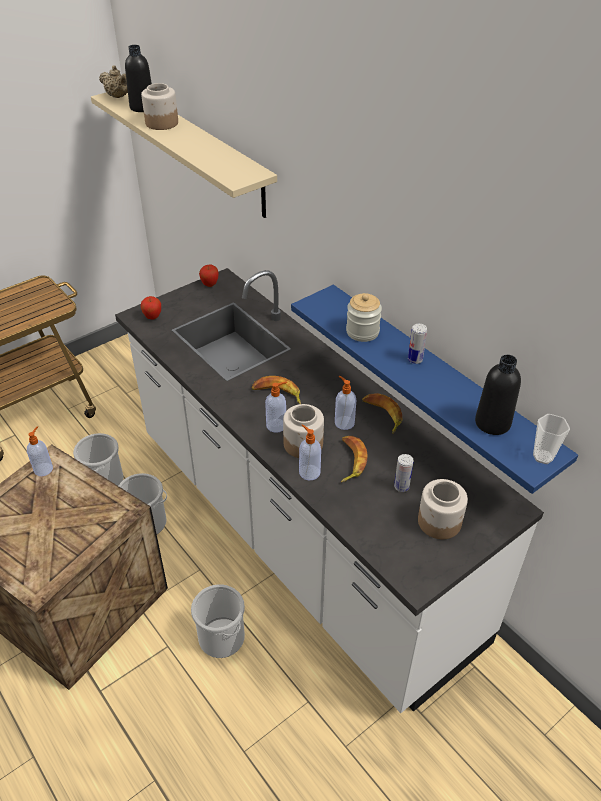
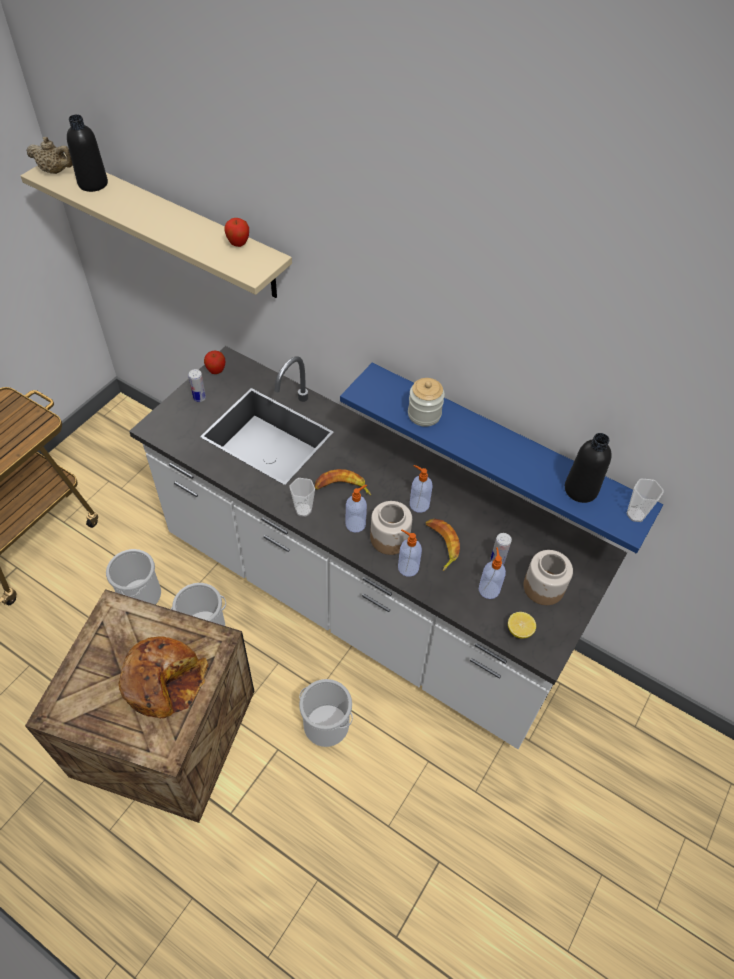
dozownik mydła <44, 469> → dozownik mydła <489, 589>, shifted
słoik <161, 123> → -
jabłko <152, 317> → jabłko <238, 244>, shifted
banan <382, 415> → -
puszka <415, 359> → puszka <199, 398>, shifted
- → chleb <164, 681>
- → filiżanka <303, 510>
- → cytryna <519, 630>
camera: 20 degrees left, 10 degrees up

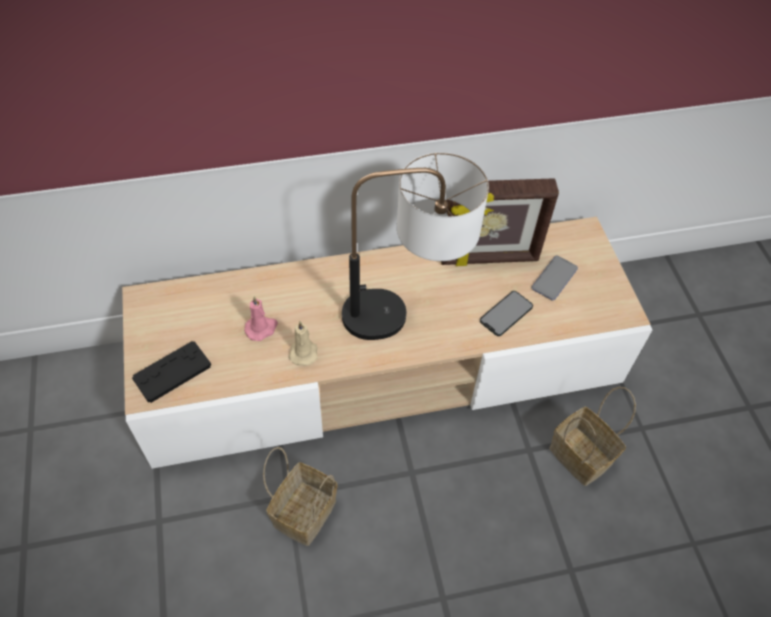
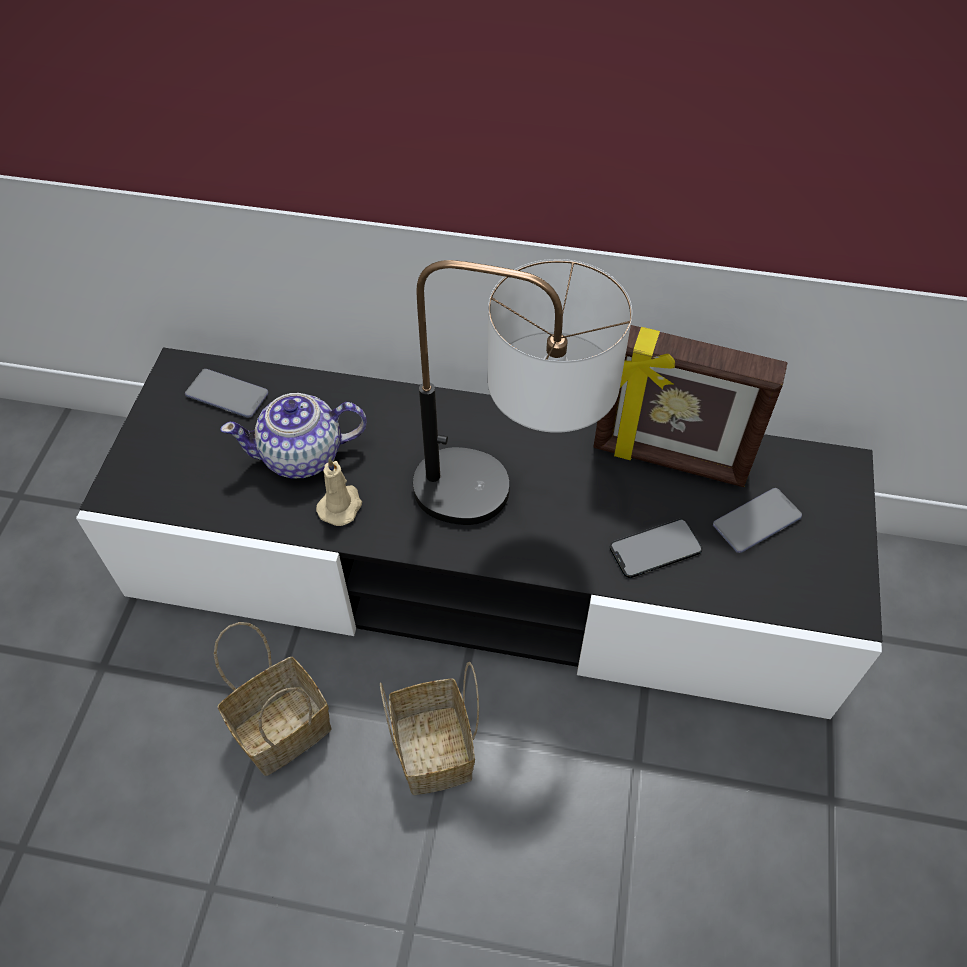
szafka pod telewizor [beżowy] <382, 366> → szafka pod telewizor [czarny] <483, 569>
pad do gier [czarny] <172, 372> → -
świeca [różowy] <261, 328> → imbryk <303, 456>
koszyk <582, 456> → koszyk <436, 752>, shifted
- → telefon <227, 394>
camera: 25 degrees right, 0 degrees up

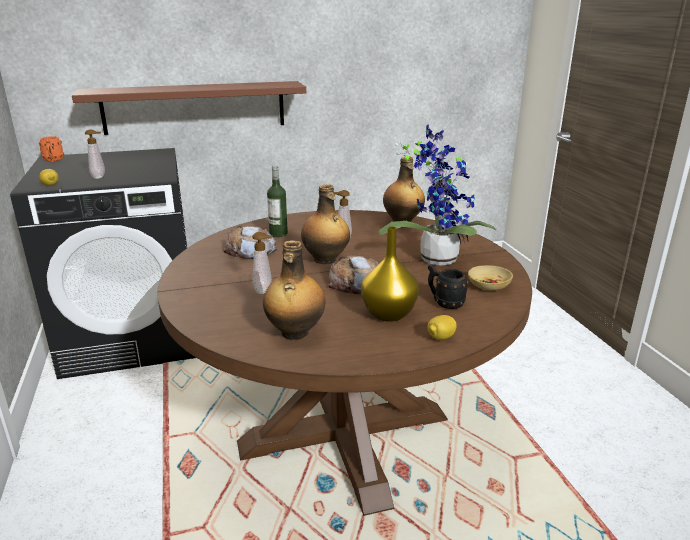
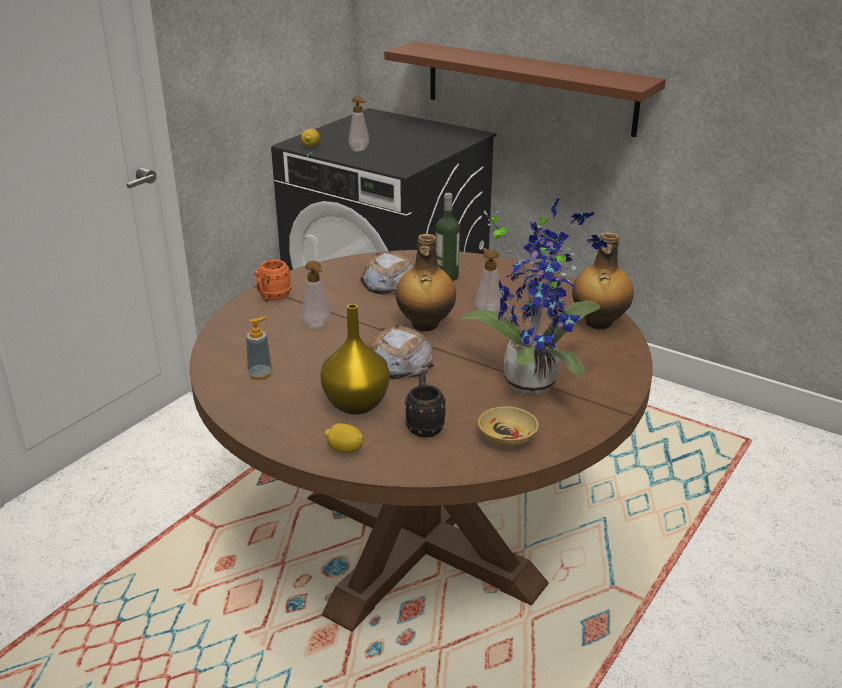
kubek [pomarańczowy] <53, 161> → kubek [pomarańczowy] <272, 298>, shifted
butelka <294, 333> → dozownik mydła <260, 374>
camera: 50 degrees right, 5 degrees up

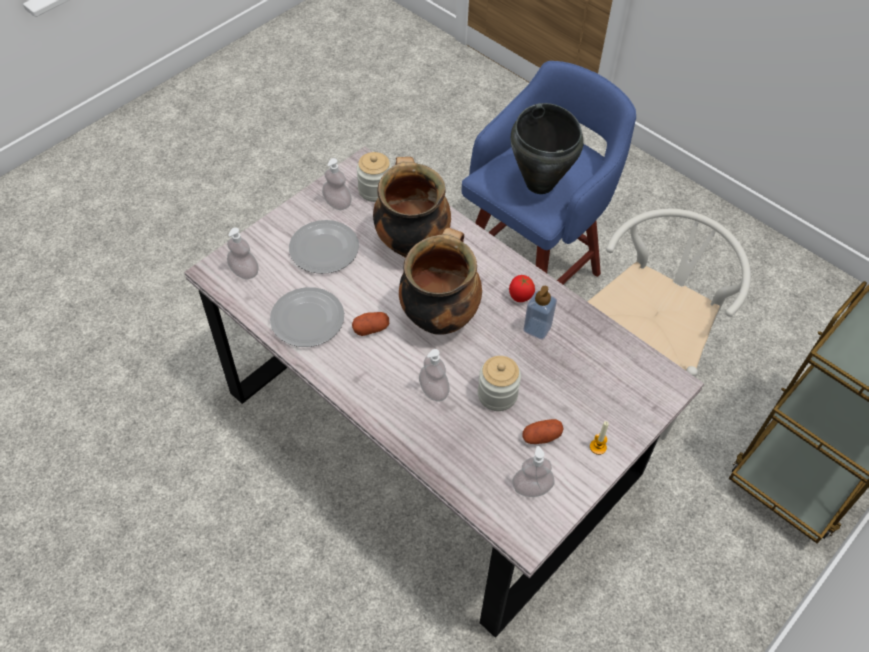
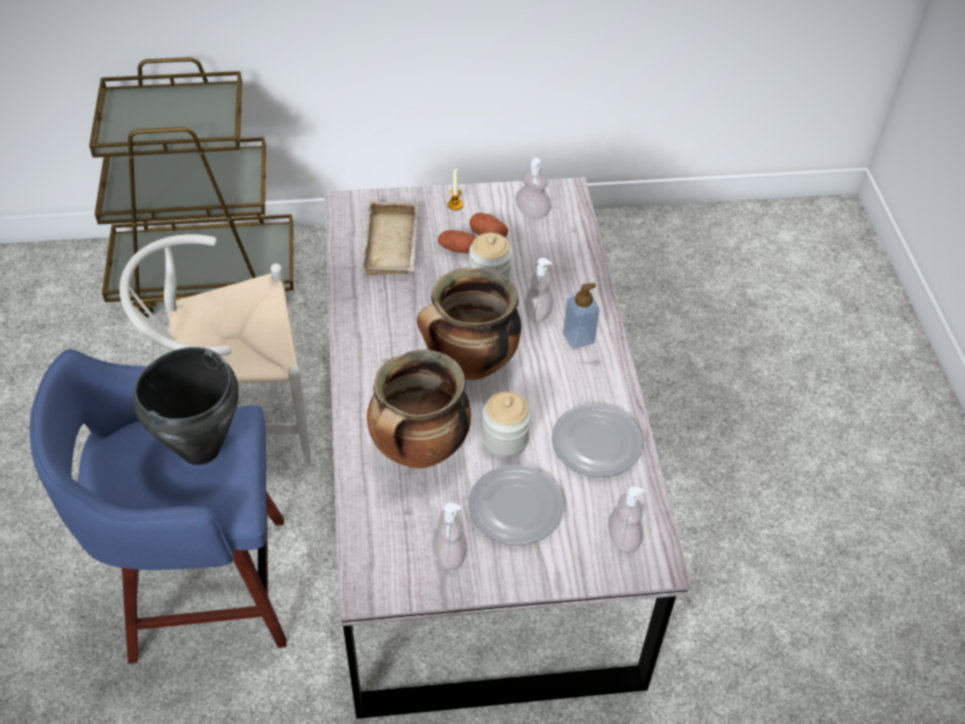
ziemniak <371, 328> → ziemniak <457, 249>, shifted
słoik <375, 190> → słoik <505, 439>, shifted
pomidor <520, 298> → -
dozownik mydła <537, 328> → dozownik mydła <578, 338>, shifted
- → taca [beżowy] <394, 245>
camera: 140 degrees left, 5 degrees down

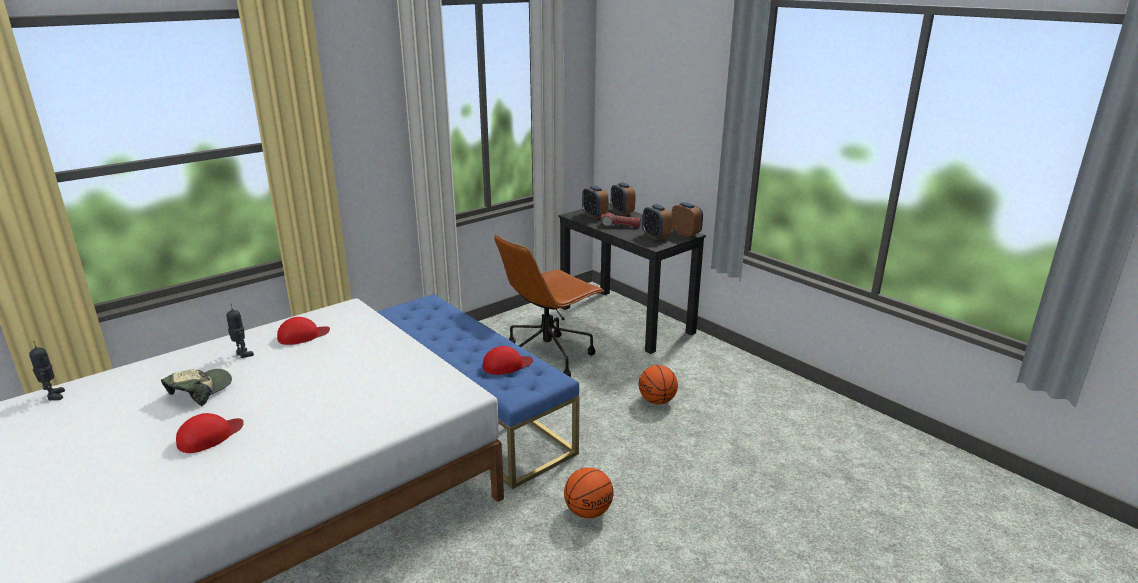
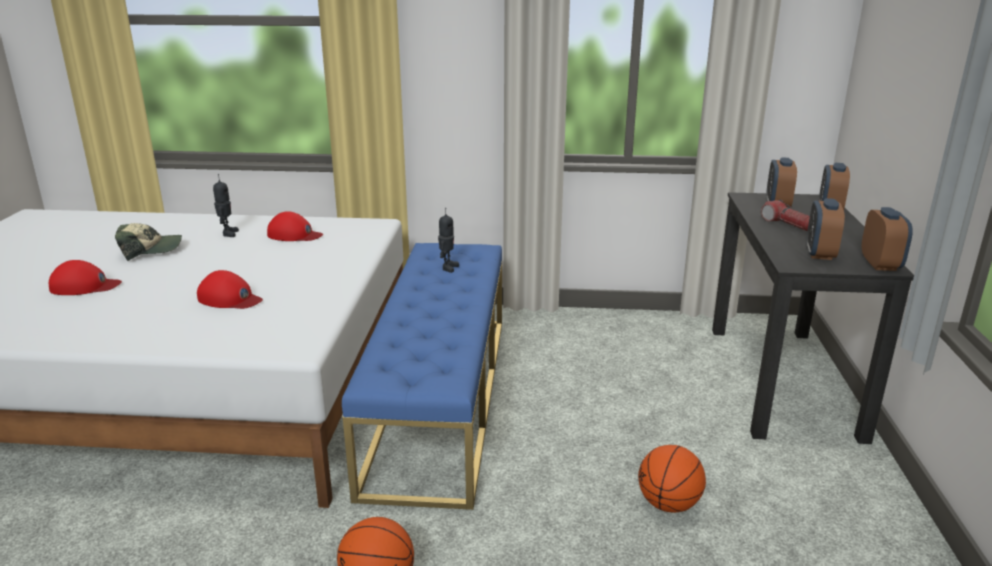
robot zabawkowy <53, 396> → robot zabawkowy <448, 268>, shifted
czapka z daszkiem [czerwony] <507, 365> → czapka z daszkiem [czerwony] <230, 299>, shifted
krzesło biurowe [brązowy] <548, 356> → -
camera: 45 degrees right, 0 degrees up

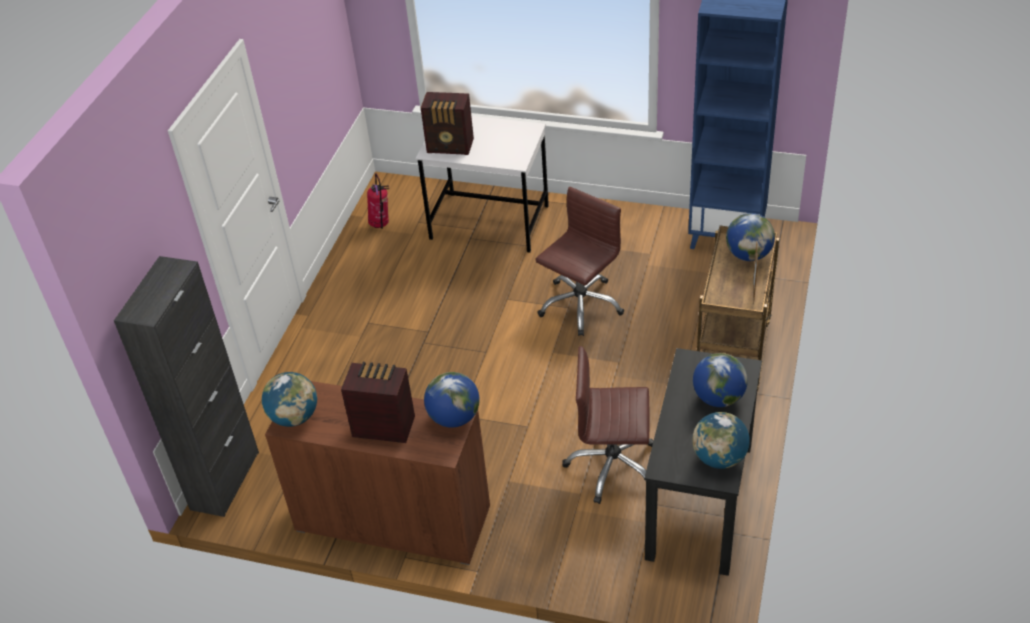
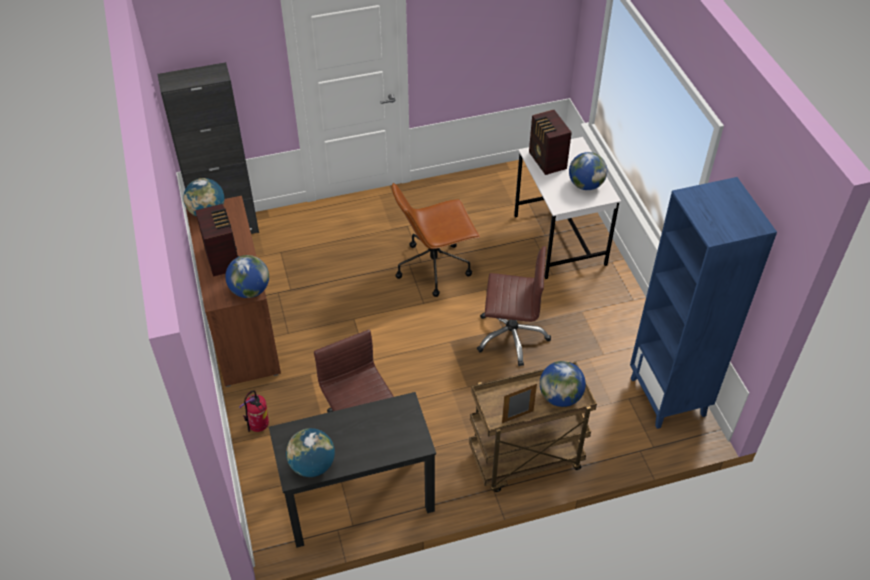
gaśnica <381, 225> → gaśnica <259, 427>, shifted
globus <718, 398> → globus <585, 185>, shifted
- → krzesło biurowe [brązowy] <434, 267>
camera: 55 degrees right, 5 degrees up

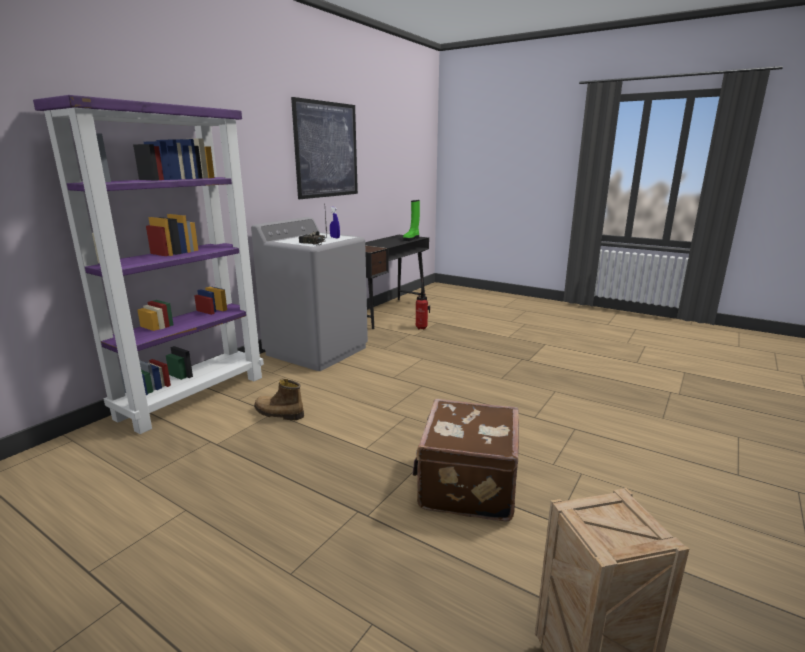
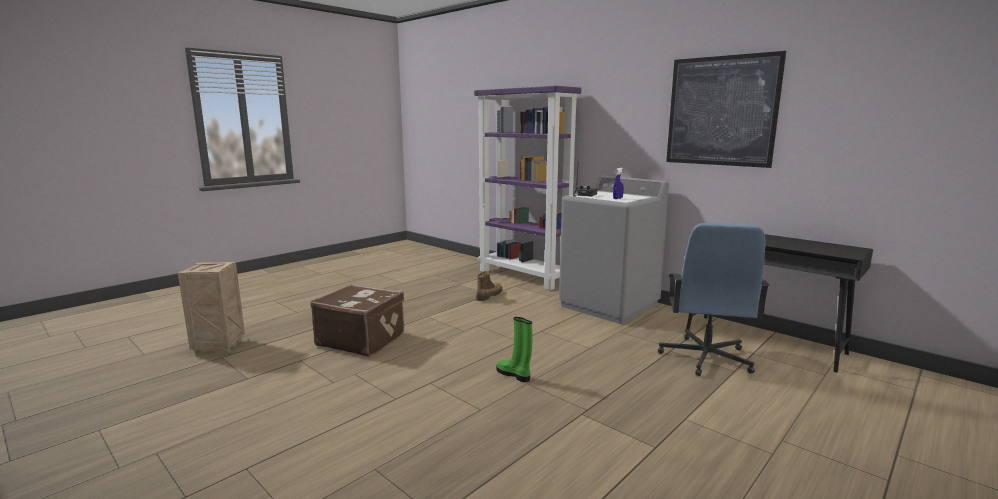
but z cholewką [zielony] <411, 239> → but z cholewką [zielony] <514, 375>, shifted
gaśnica <422, 327> → krzesło biurowe [niebieski] <705, 358>
camera: 100 degrees right, 5 degrees down

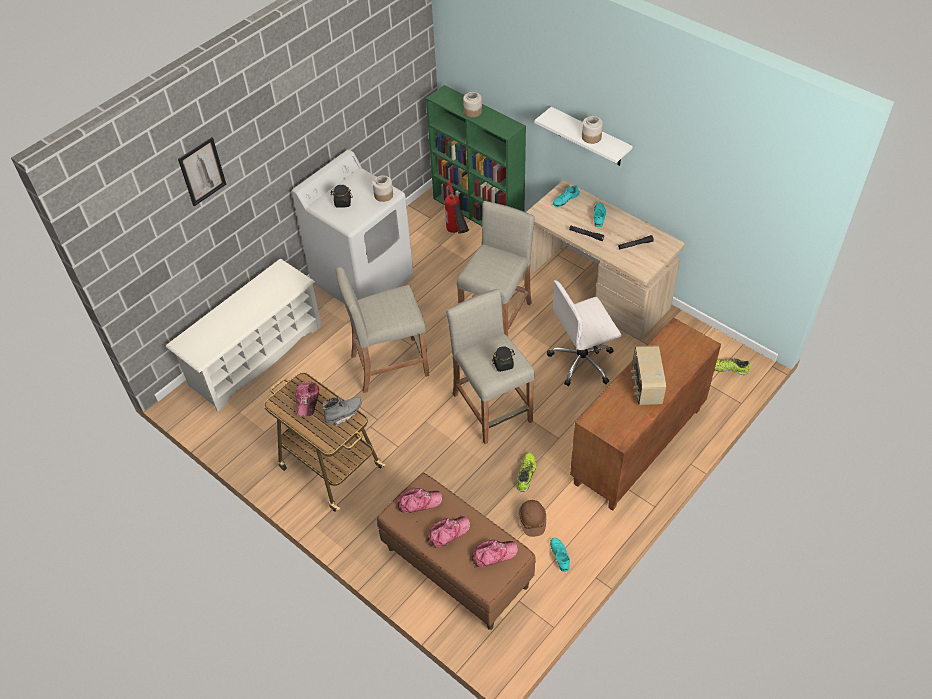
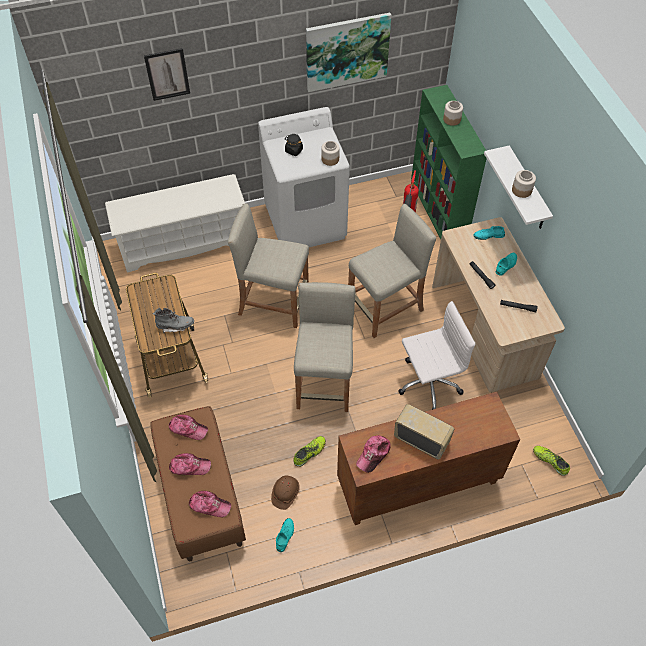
czapka z daszkiem <307, 401> → czapka z daszkiem <373, 454>, shifted
słoik [czarny] <503, 364> → -
krzesło biurowe [biały] <582, 361> → krzesło biurowe [biały] <428, 384>, 150 degrees clockwise
radio <645, 387> → radio <421, 439>, 90 degrees clockwise
- → obraz <347, 51>
camera: 30 degrees right, 5 degrees up

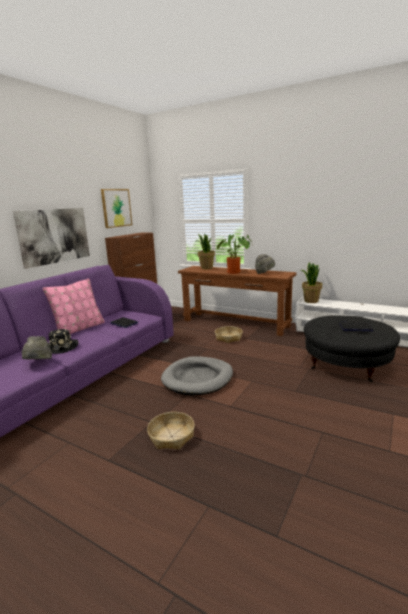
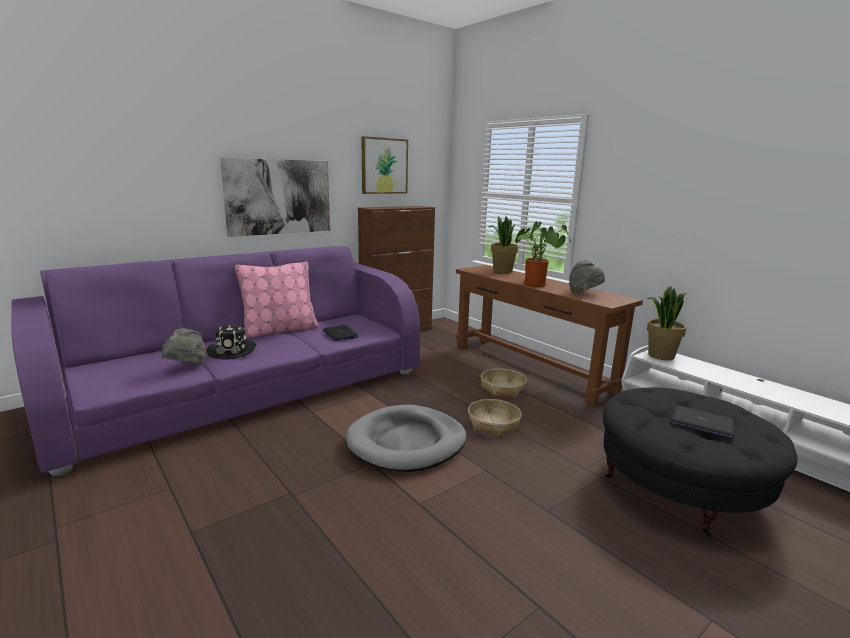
koszyk <171, 436> → koszyk <493, 423>, shifted
camera: 20 degrees right, 0 degrees up

